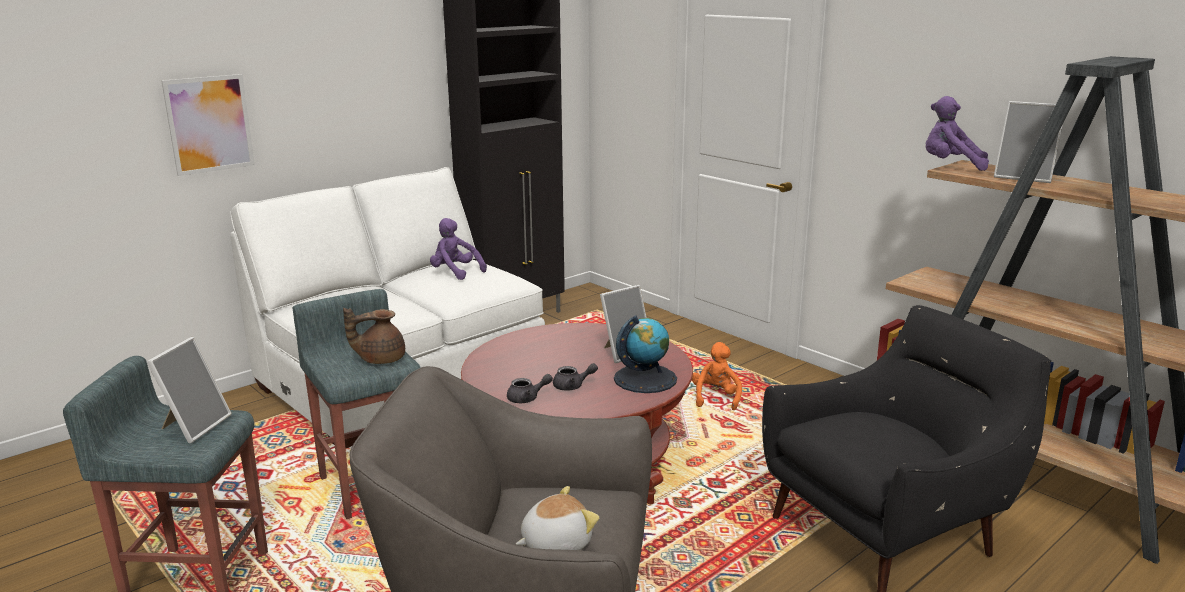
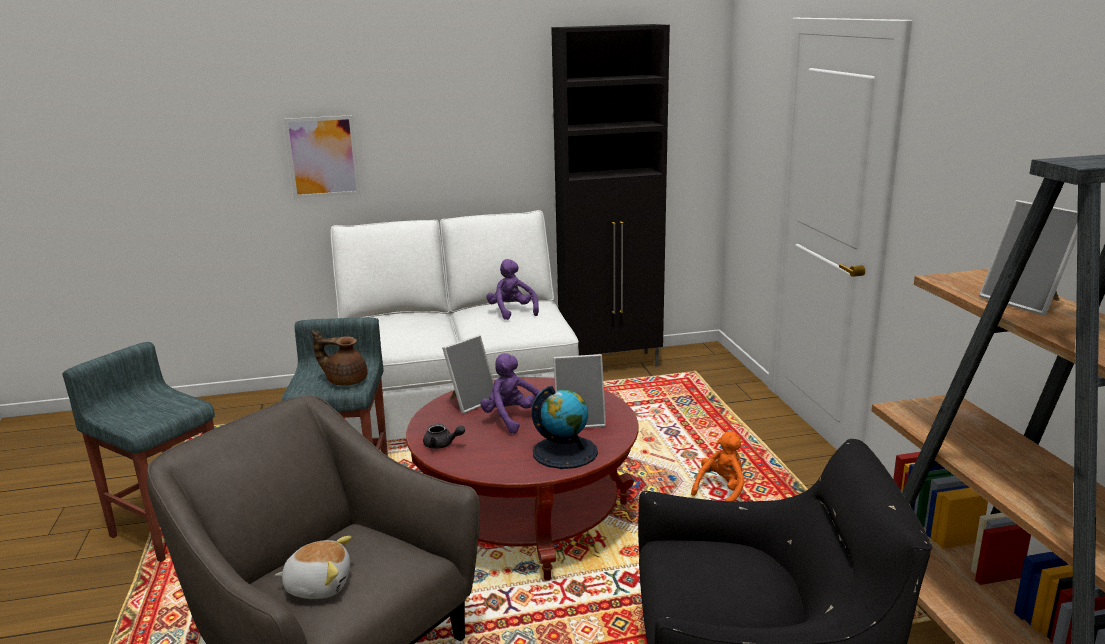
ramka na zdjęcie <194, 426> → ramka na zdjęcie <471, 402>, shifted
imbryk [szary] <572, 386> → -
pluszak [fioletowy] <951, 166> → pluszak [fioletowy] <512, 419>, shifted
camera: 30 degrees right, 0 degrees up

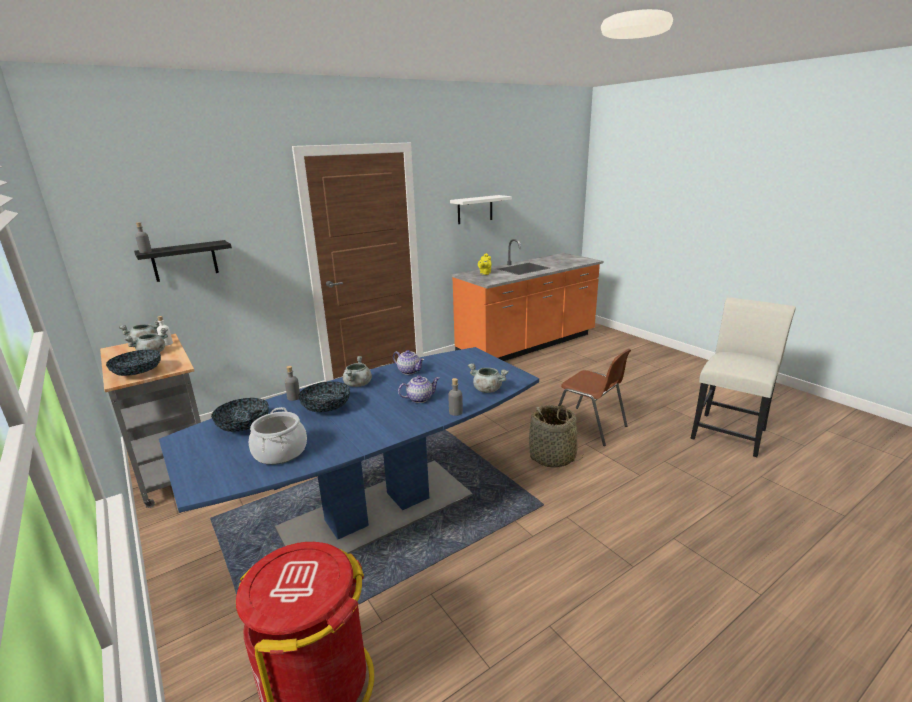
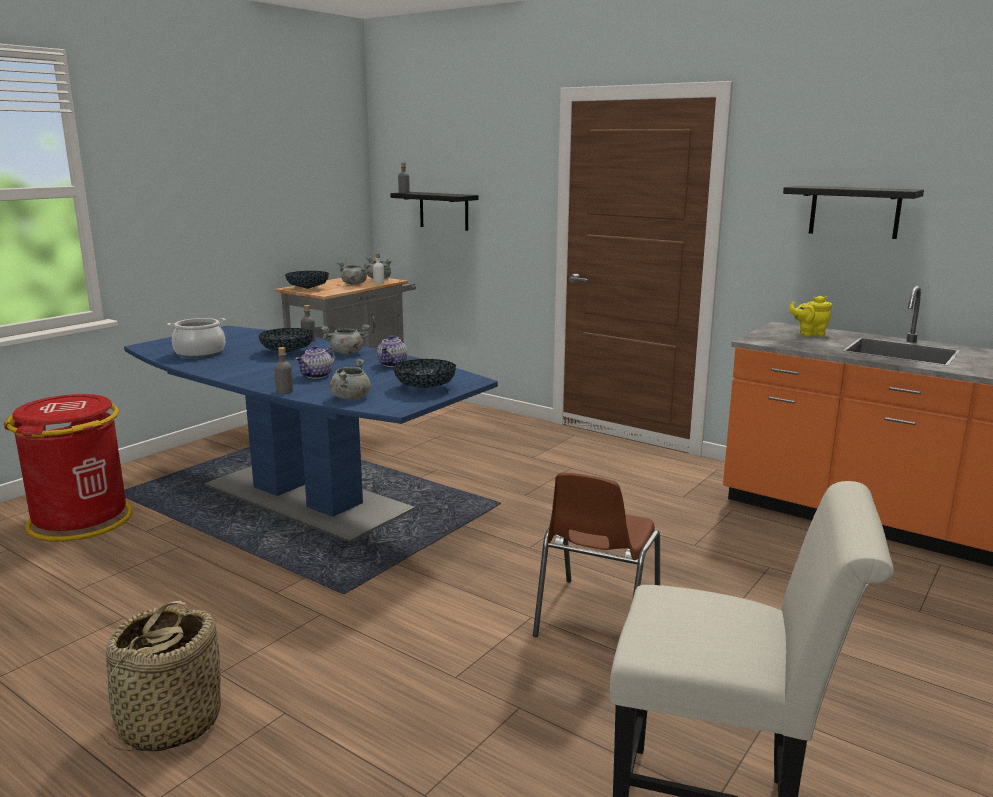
miska <244, 426> → miska <425, 388>, shifted
imbryk <420, 398> → imbryk <317, 376>, 75 degrees clockwise
półka [biały] <475, 209> → półka [czarny] <854, 211>
koszyk <552, 457> → koszyk <169, 724>, shifted
camera: 70 degrees right, 5 degrees down

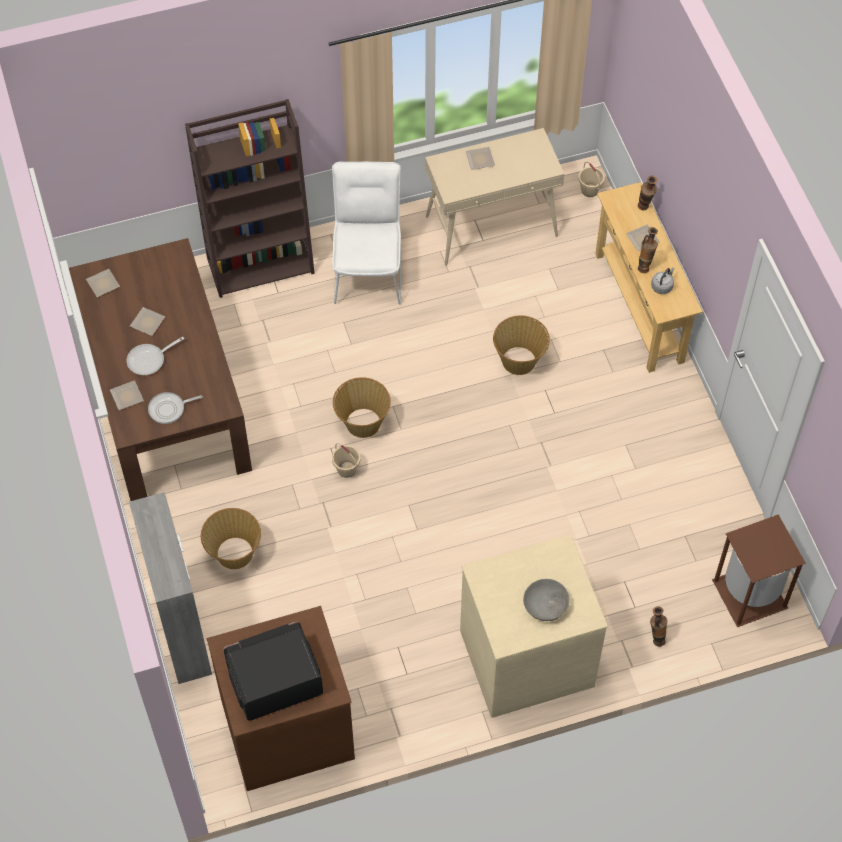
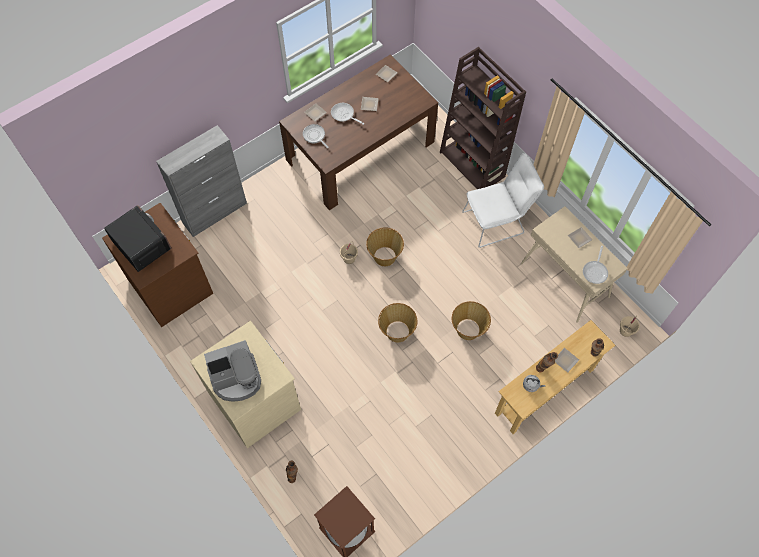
koszyk <234, 553> → koszyk <397, 331>, shifted
miska [szary] <545, 605> → ekspres do kawy <236, 379>
- → patelnia <595, 271>
camera: 70 degrees right, 5 degrees up

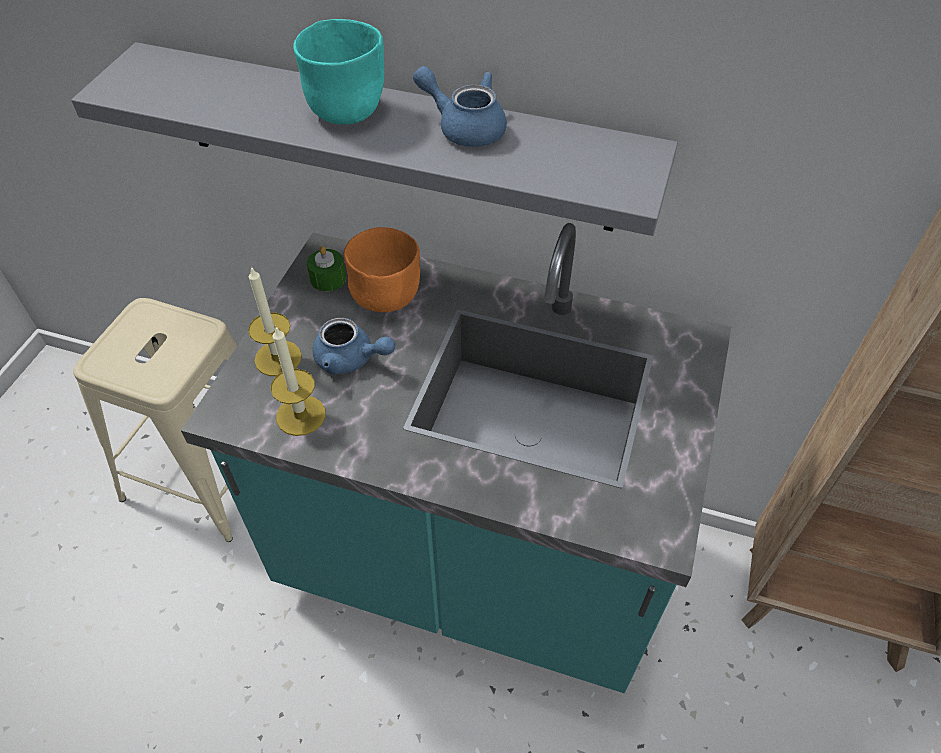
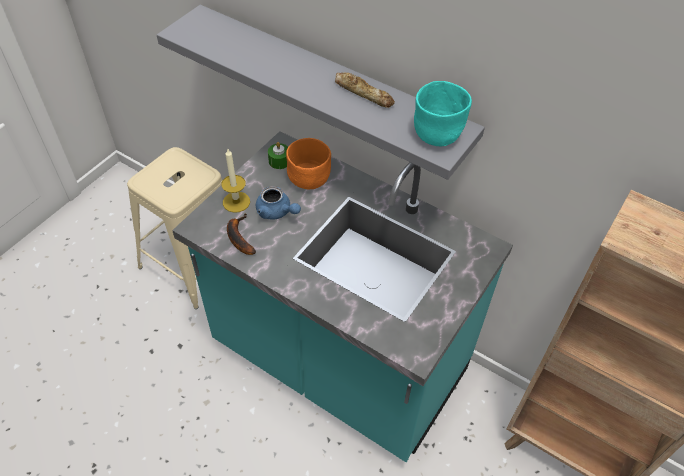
świeca <301, 415> → banan <238, 237>
miska [turkusowy] <347, 111> → miska [turkusowy] <437, 135>, shifted
imbryk [niebieski] <464, 127> → chleb <364, 93>
camera: 15 degrees right, 0 degrees up

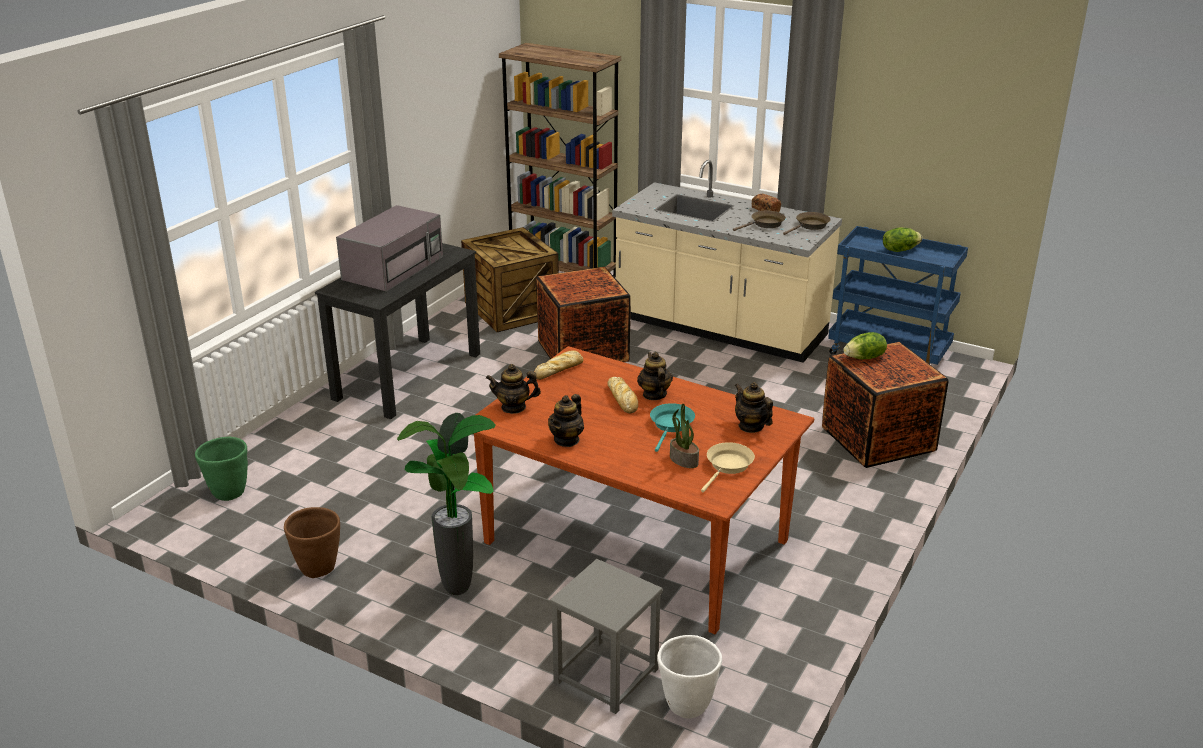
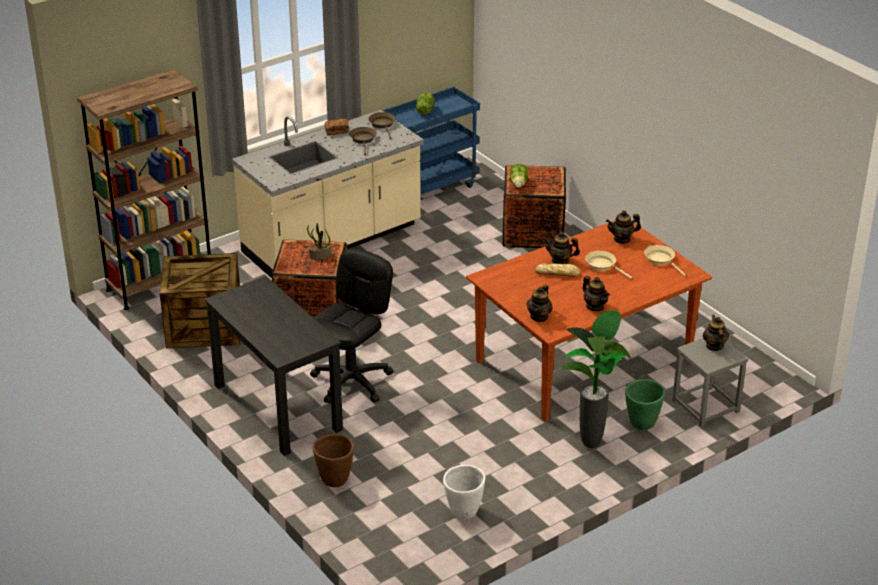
donica [zielony] <228, 493> → donica [zielony] <642, 424>, shifted
donica [brązowy] <318, 568> → donica [brązowy] <334, 479>, shifted
mikrofalówka [szary] <394, 267> → -
chleb <559, 369> → -
patelnia [turkusowy] <671, 425> → patelnia [beżowy] <603, 265>
donica [biały] <687, 705> → donica [biały] <463, 512>, shifted
roślina doniczkowa <683, 460> → roślina doniczkowa <319, 256>, shifted
- → krzesło biurowe [czarny] <352, 381>
- → imbryk <714, 346>
camera: 65 degrees left, 5 degrees up

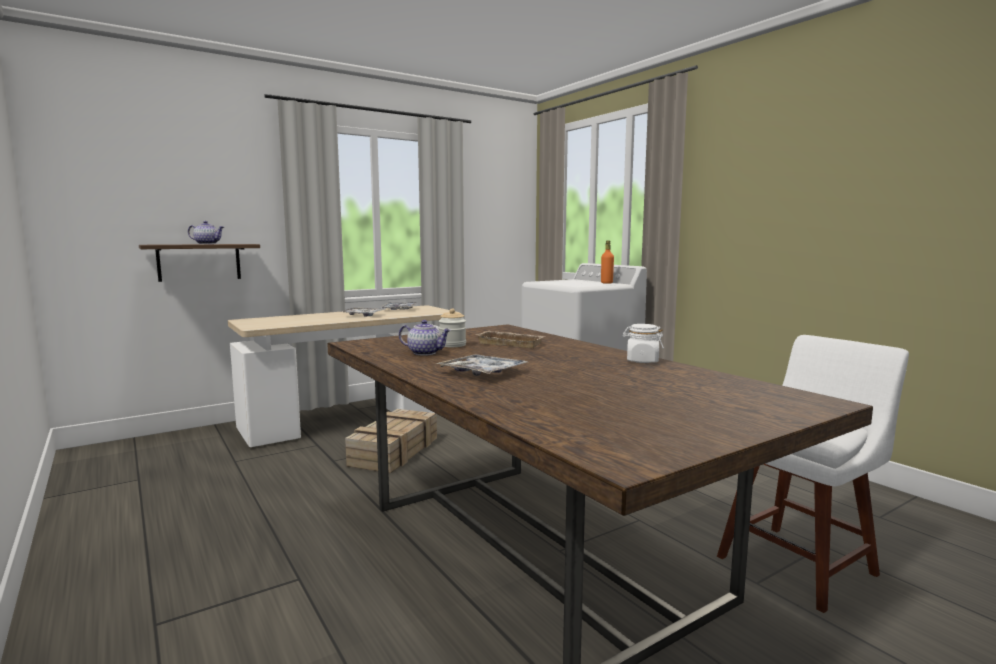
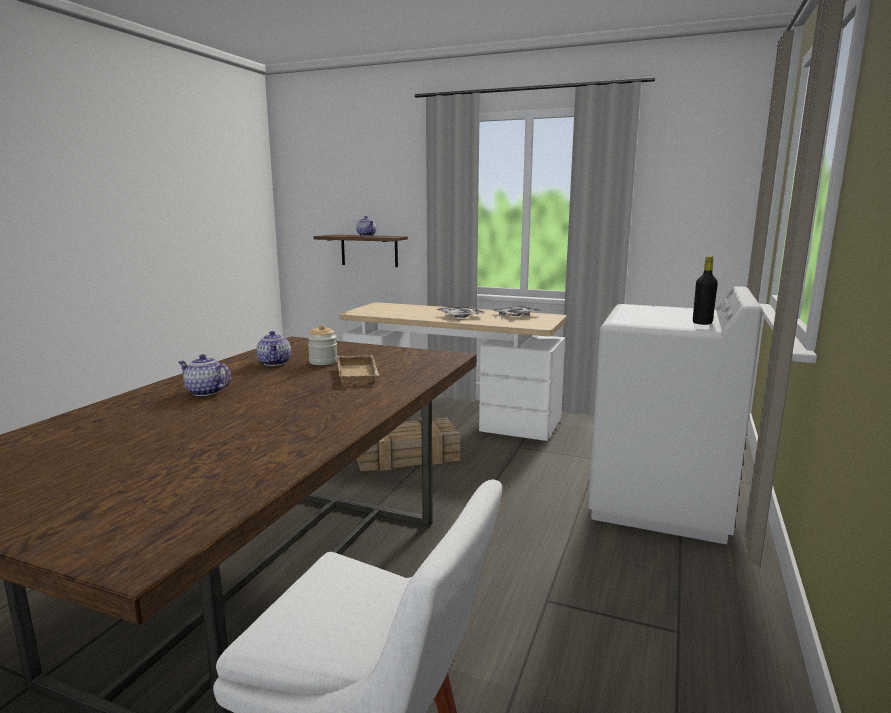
taca <482, 372> → imbryk <205, 392>
butelka [pomarańczowy] <606, 283> → butelka [czarny] <702, 323>
słoik [biały] <642, 361> → -
camera: 55 degrees right, 5 degrees up

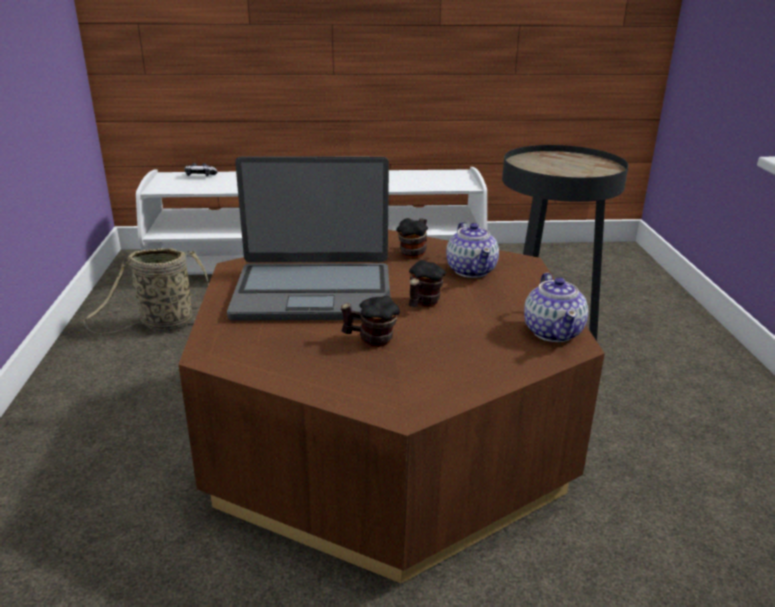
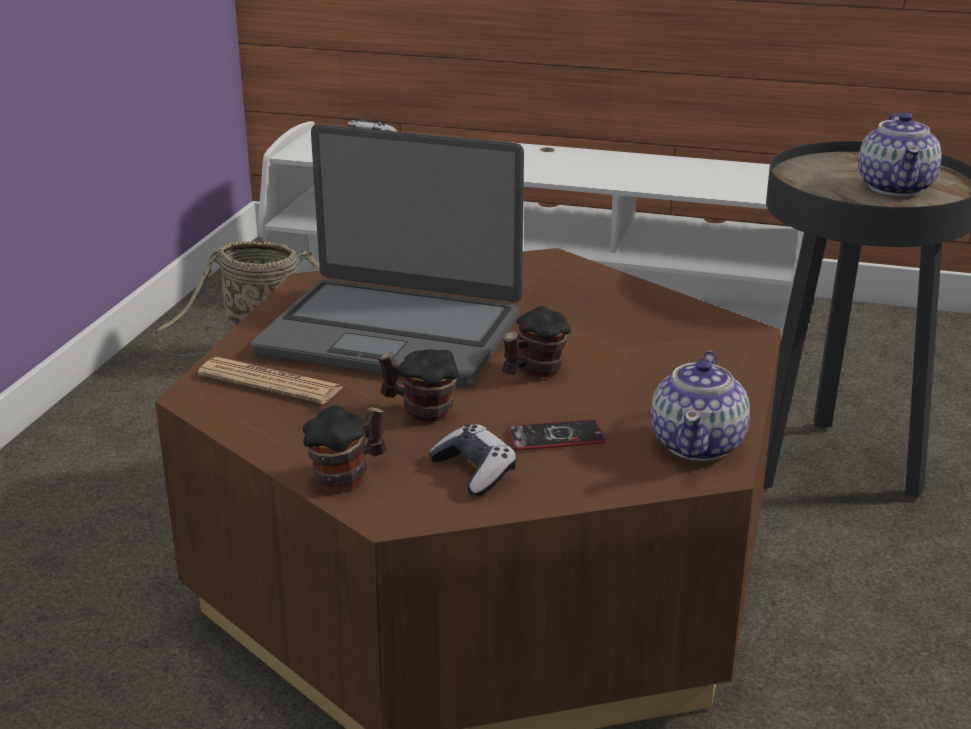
kubek <414, 252> → kubek <348, 476>, shifted
imbryk <471, 270> → imbryk <896, 187>, shifted
- → gazeta <270, 382>
- → pad do gier <474, 471>
- → telefon <555, 437>
camera: 20 degrees right, 0 degrees up

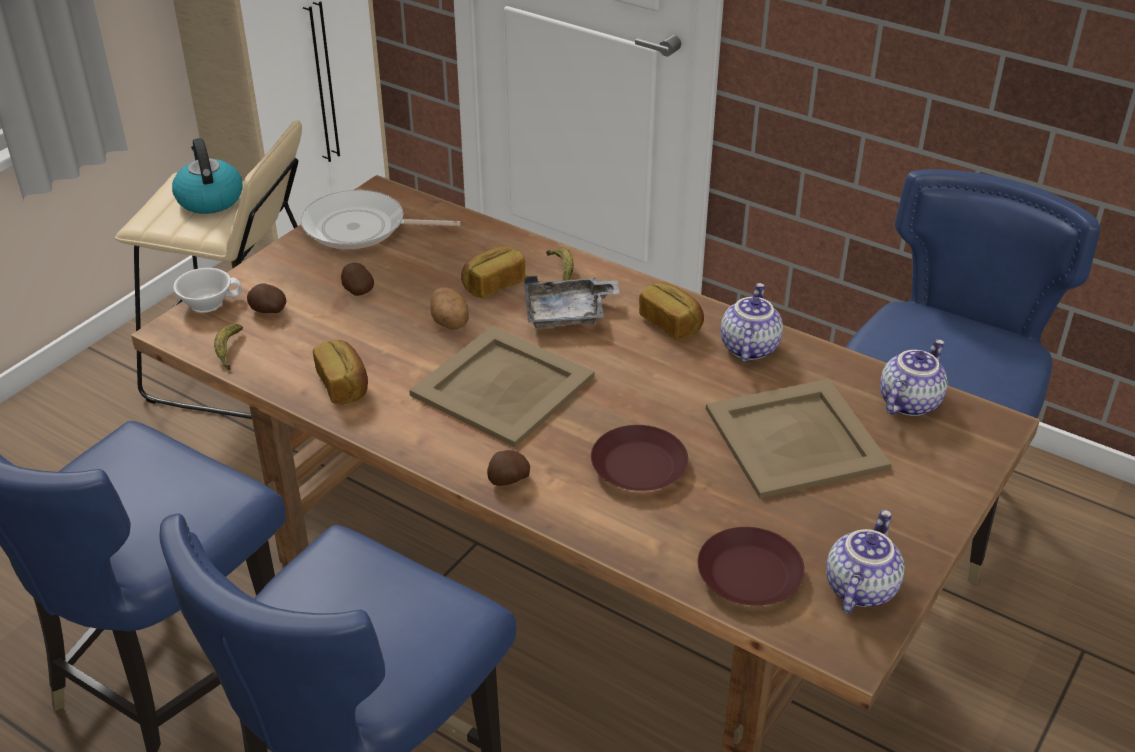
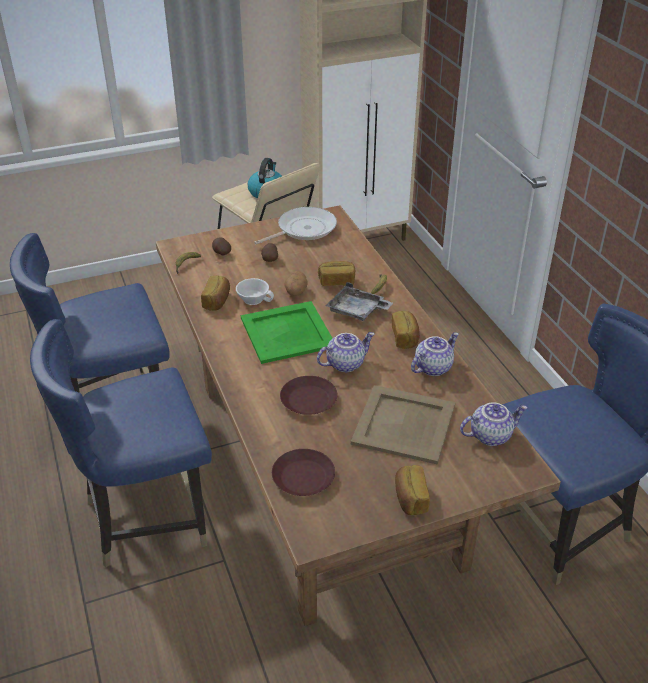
filiżanka [biały] <208, 301> → filiżanka [biały] <254, 299>, shifted
patelnia <361, 228> → patelnia <303, 229>, 105 degrees clockwise
taca [beżowy] <504, 385> → taca [zielony] <288, 333>
ziemniak <508, 480> → -
imbryk <859, 587> → imbryk <345, 363>, shifted
- → chleb <410, 498>
camera: 35 degrees right, 0 degrees up

